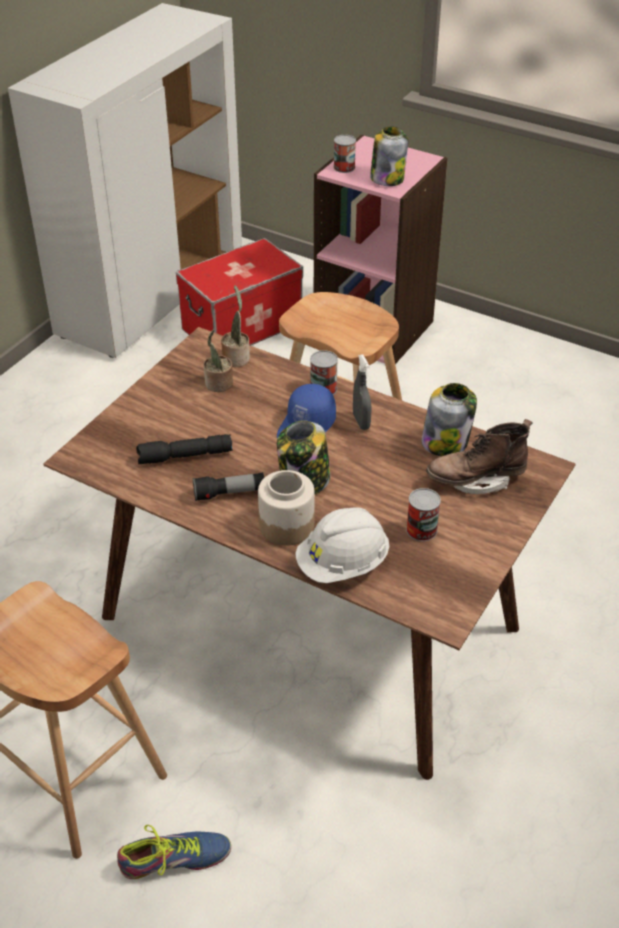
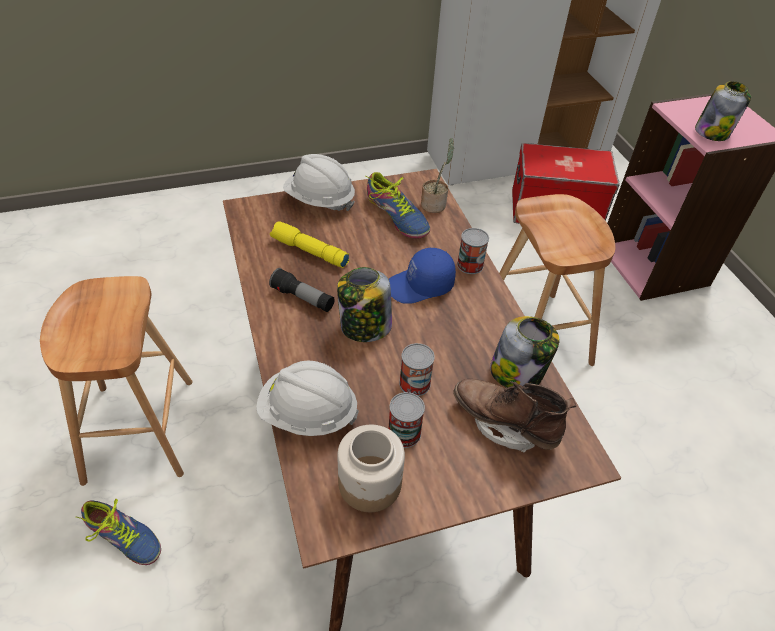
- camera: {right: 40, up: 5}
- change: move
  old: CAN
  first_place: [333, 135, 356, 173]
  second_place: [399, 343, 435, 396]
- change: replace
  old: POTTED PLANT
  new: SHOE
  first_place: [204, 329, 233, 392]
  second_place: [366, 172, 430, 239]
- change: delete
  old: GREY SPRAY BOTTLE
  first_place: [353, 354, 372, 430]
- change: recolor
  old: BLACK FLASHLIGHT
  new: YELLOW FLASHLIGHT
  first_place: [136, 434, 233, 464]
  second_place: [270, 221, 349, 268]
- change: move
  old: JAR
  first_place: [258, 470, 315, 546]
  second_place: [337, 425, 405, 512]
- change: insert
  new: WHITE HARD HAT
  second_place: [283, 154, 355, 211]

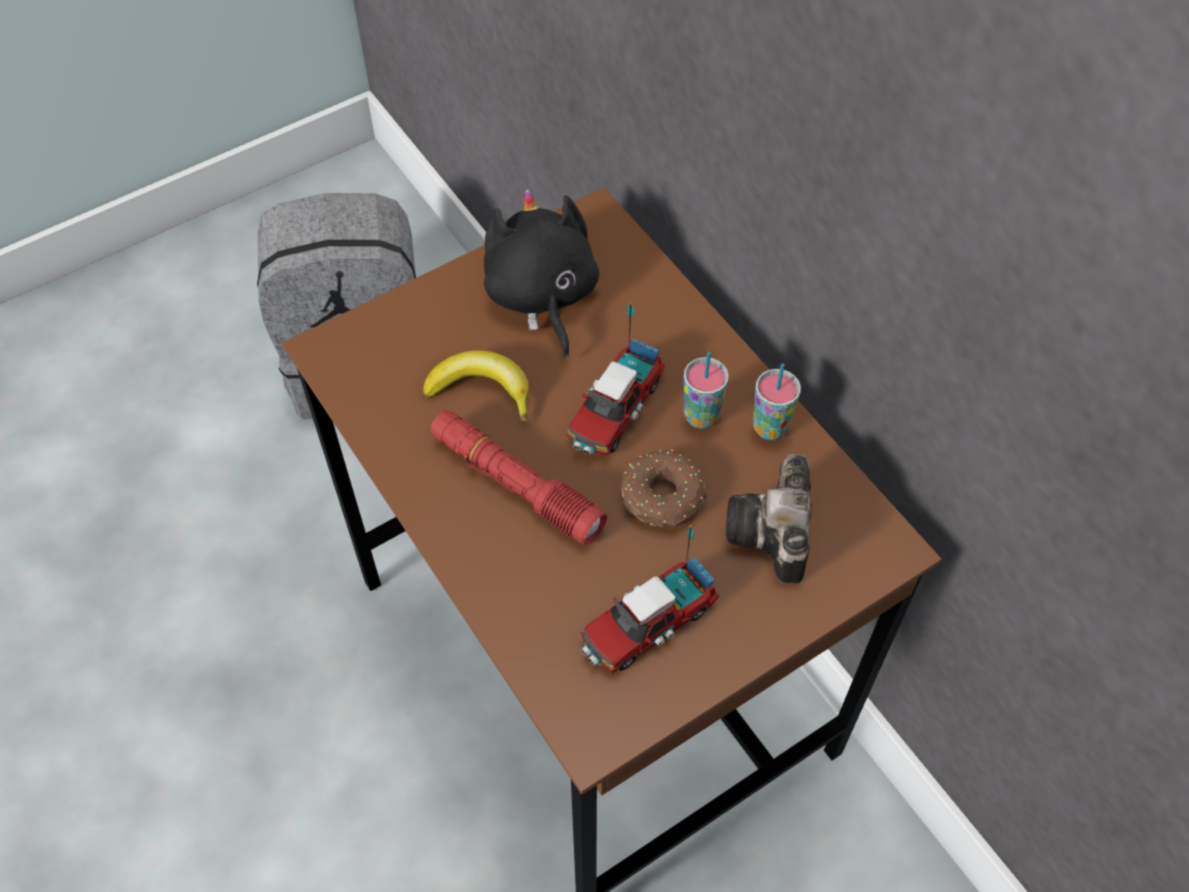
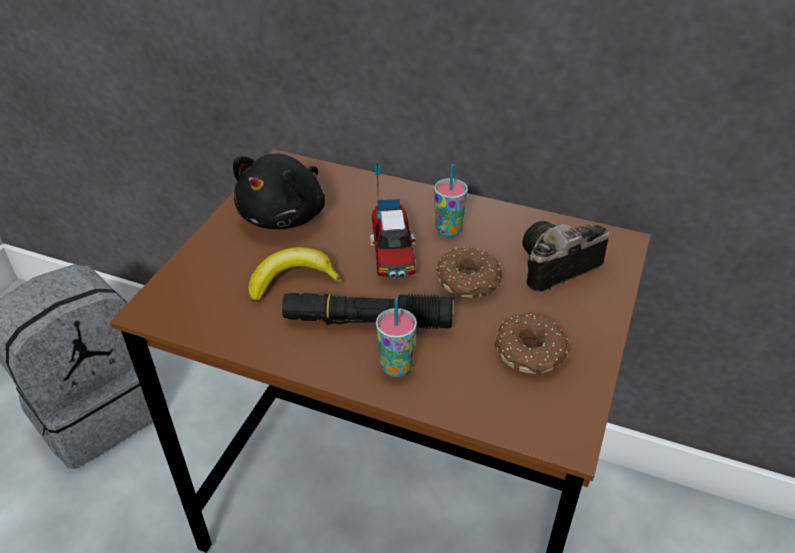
- camera: {right: -35, up: -15}
- change: rotate
  old: BLACK PLUSH TOY
  first_place: [484, 189, 599, 359]
  second_place: [233, 154, 325, 229]
  degrees: -105
- change: move
  old: CUP
  first_place: [753, 363, 801, 440]
  second_place: [376, 297, 417, 377]
- change: recolor
  old: RED FLASHLIGHT
  new: BLACK FLASHLIGHT
  first_place: [430, 410, 607, 545]
  second_place: [282, 293, 453, 329]
- change: rotate
  old: PHOTO CAMERA
  first_place: [726, 454, 812, 584]
  second_place: [523, 221, 610, 292]
  degrees: 90
- change: replace
  old: TOY TRUCK
  new: DONUT
  first_place: [581, 525, 719, 673]
  second_place: [494, 314, 572, 375]

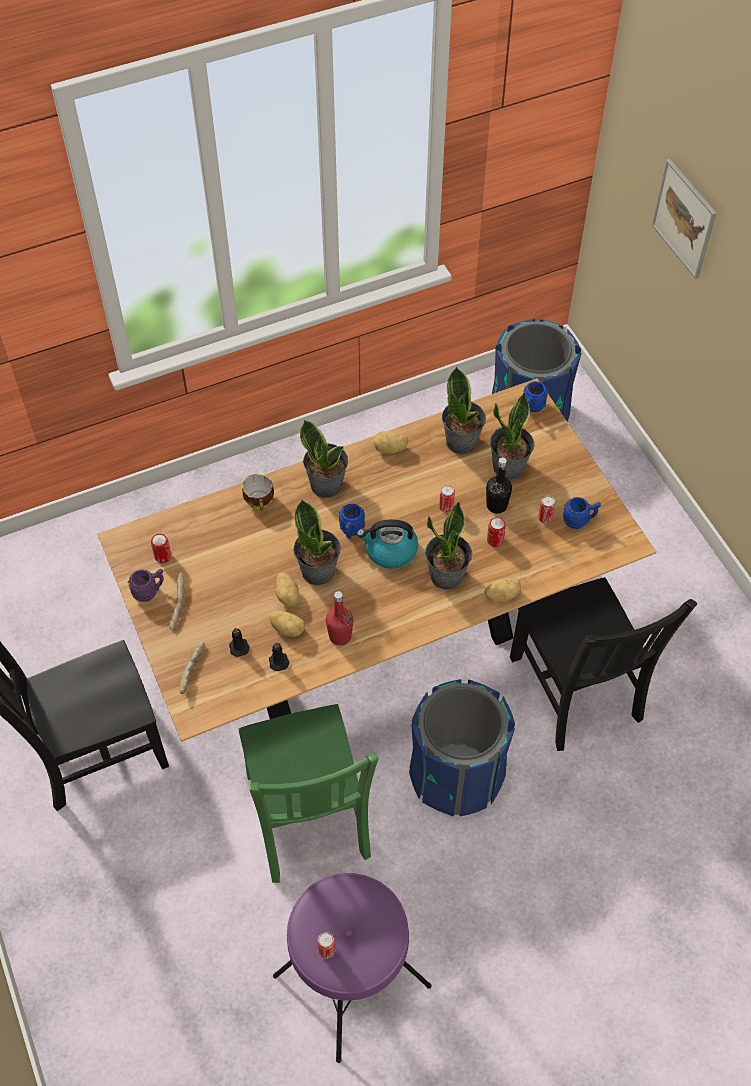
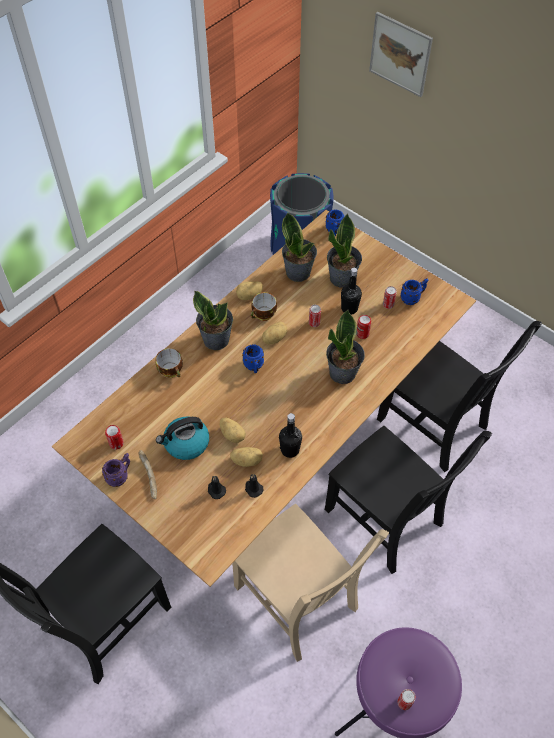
- camera: {right: -25, up: 0}
- change: delete
  old: POTTED PLANT
  first_place: [293, 500, 341, 585]
- change: move
  old: KETTLE
  first_place: [357, 519, 418, 569]
  second_place: [156, 417, 209, 460]
- change: move
  old: POTATO
  first_place: [484, 577, 521, 602]
  second_place: [262, 322, 287, 344]
- change: recolor
  old: RED BOTTLE
  new: BLACK BOTTLE
  first_place: [326, 591, 353, 645]
  second_place: [279, 413, 302, 458]
- change: delete
  old: BREAD
  first_place: [179, 642, 205, 694]
- change: replace
  old: BLUE TRASH CAN
  new: BLACK CHAIR
  first_place: [409, 679, 515, 816]
  second_place: [325, 426, 492, 574]
- change: recolor
  old: GREEN CHAIR
  new: BEIGE CHAIR
  first_place: [238, 704, 379, 883]
  second_place: [232, 504, 389, 662]
- change: insert
  new: CUP
  second_place: [250, 292, 277, 321]

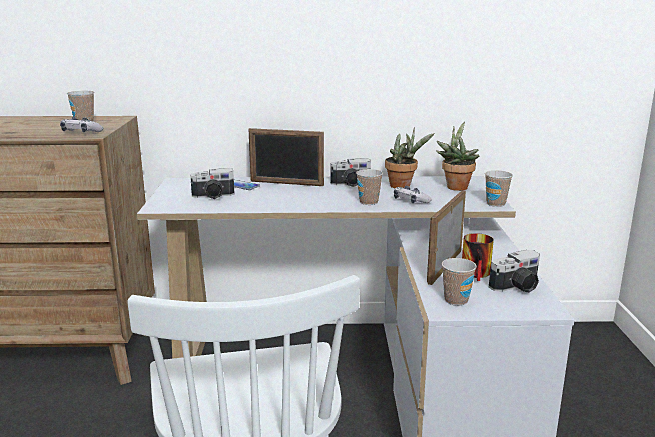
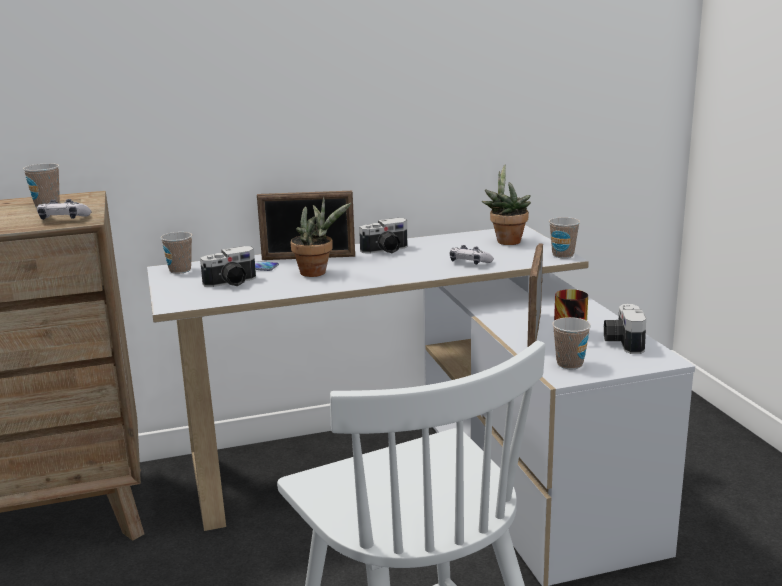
- camera: {right: -15, up: 0}
- change: move
  old: POTTED PLANT
  first_place: [385, 127, 435, 188]
  second_place: [291, 197, 351, 277]
- change: move
  old: CUP
  first_place: [356, 169, 383, 205]
  second_place: [160, 232, 192, 274]
- change: rotate
  old: PHOTO CAMERA
  first_place: [489, 250, 540, 293]
  second_place: [604, 304, 646, 354]
  degrees: 135

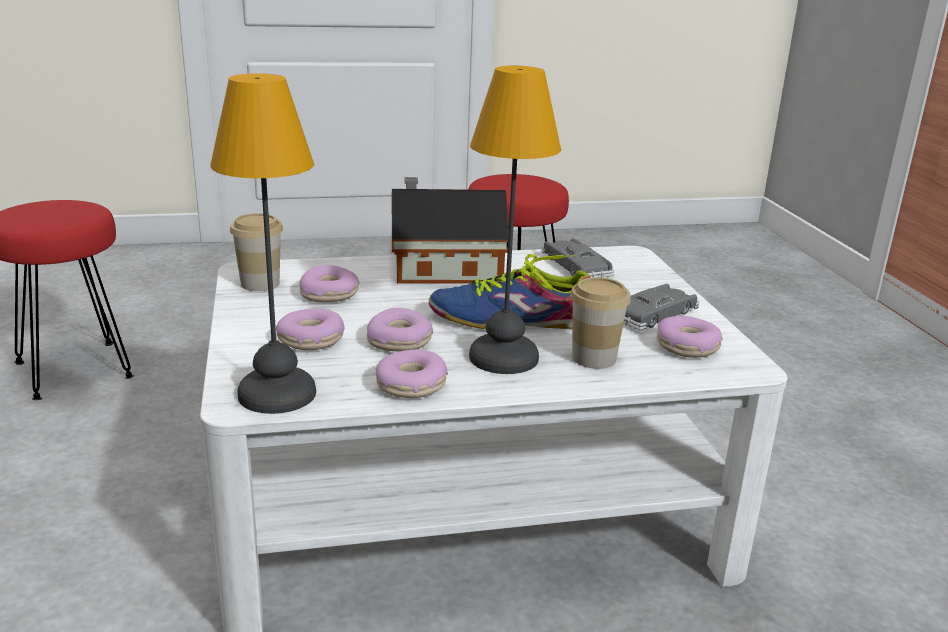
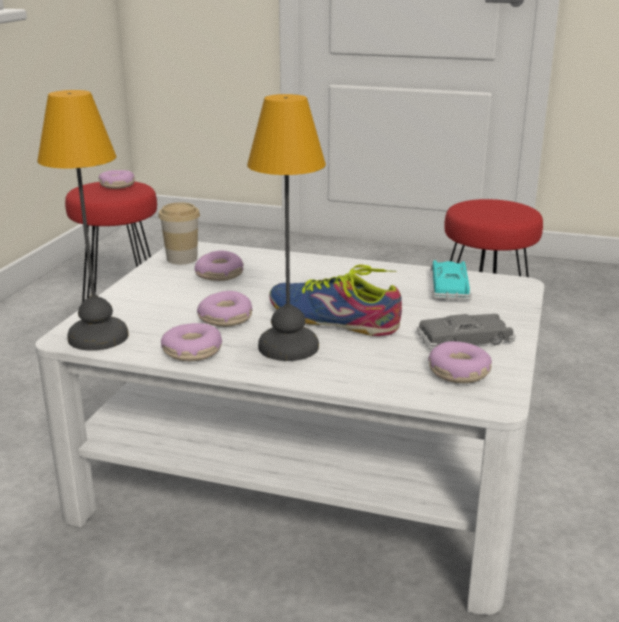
- camera: {right: 30, up: 0}
- change: delete
  old: TOY HOUSE
  first_place: [392, 177, 509, 284]
- change: recolor
  old: GREY TOY CAR
  new: TURQUOISE TOY CAR
  first_place: [541, 238, 615, 278]
  second_place: [430, 260, 472, 300]
- change: delete
  old: CUP
  first_place: [570, 277, 631, 369]
- change: move
  old: DONUT
  first_place: [276, 309, 345, 350]
  second_place: [98, 170, 135, 189]

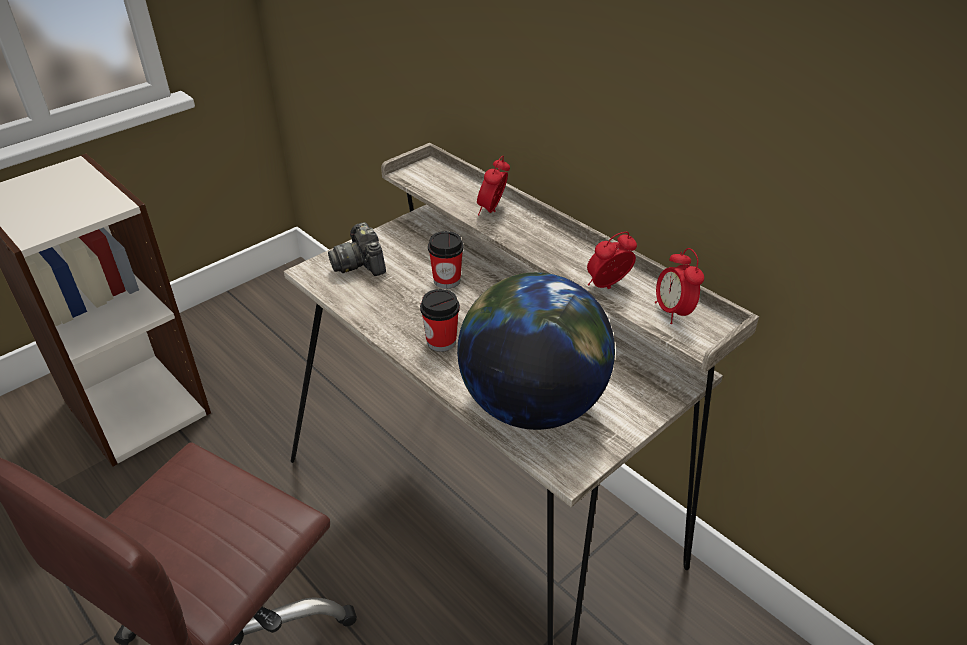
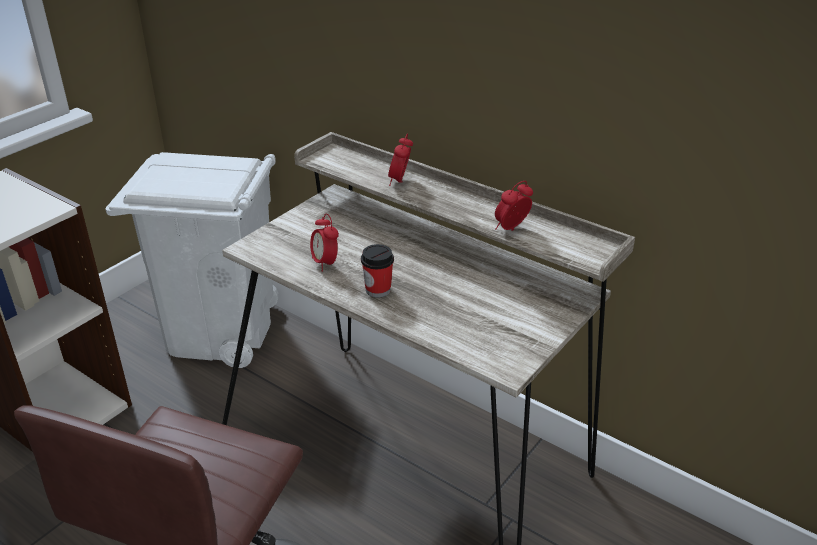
- camera: {right: -10, up: -5}
- change: delete
  old: PHOTO CAMERA
  first_place: [328, 222, 386, 276]
- change: delete
  old: CUP
  first_place: [428, 231, 464, 289]
- change: move
  old: ALARM CLOCK
  first_place: [655, 248, 704, 324]
  second_place: [310, 214, 339, 272]
- change: delete
  old: GLOBE
  first_place: [457, 272, 615, 430]
- change: insert
  new: WHITE TRASH CAN
  second_place: [106, 152, 279, 368]

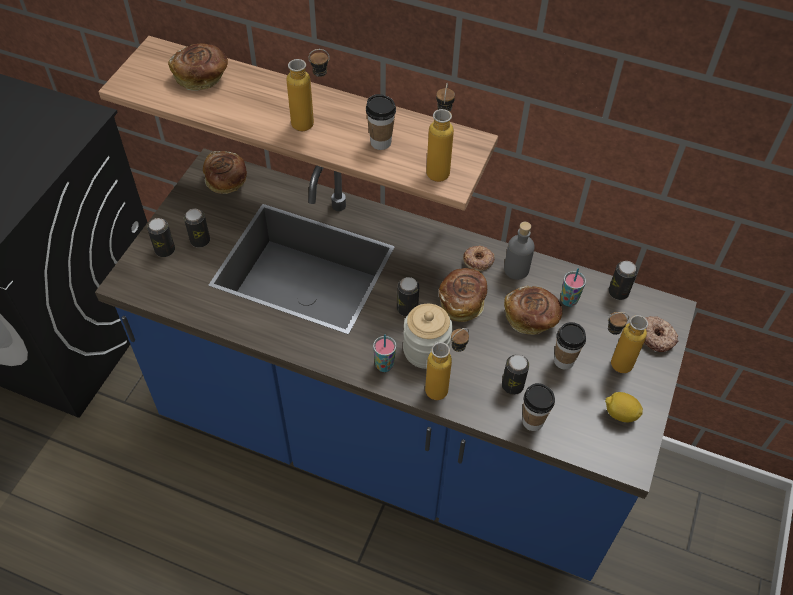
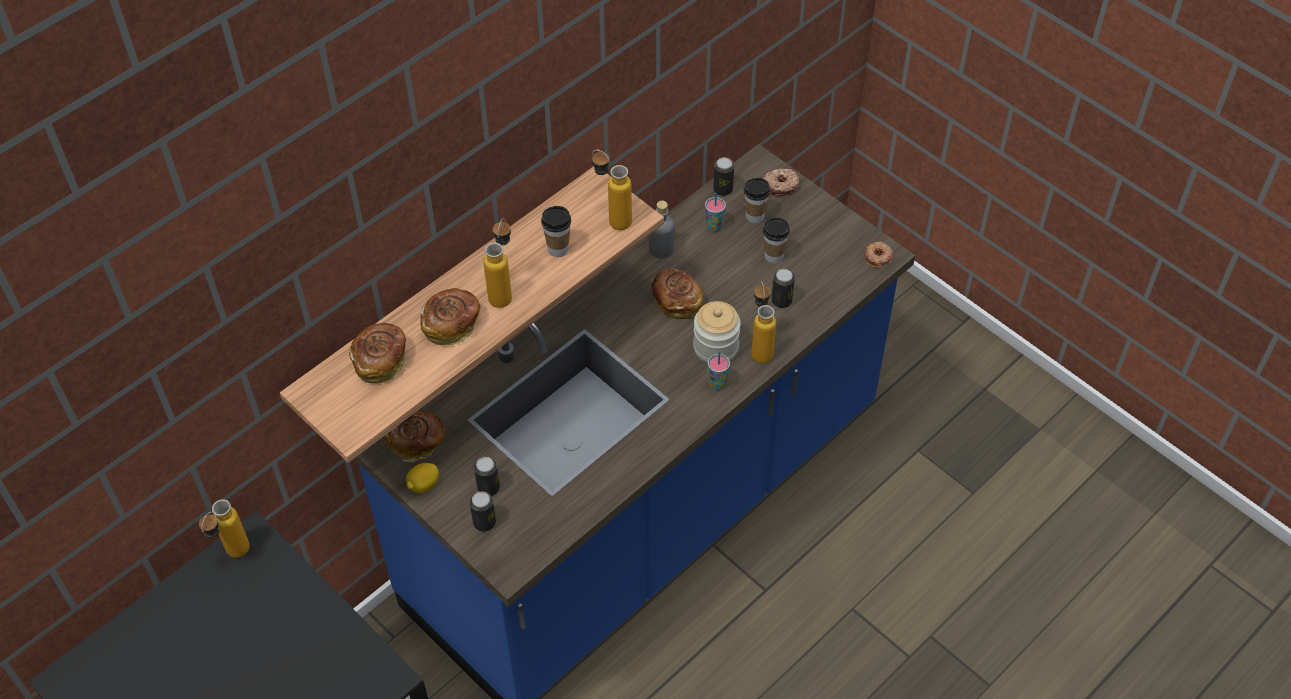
- camera: {right: -65, up: 0}
- change: move
  old: DONUT
  first_place: [463, 246, 495, 271]
  second_place: [864, 242, 893, 268]
- change: delete
  old: CAN
  first_place: [397, 277, 419, 317]
- change: move
  old: BREAD
  first_place: [504, 286, 562, 335]
  second_place: [420, 288, 481, 345]
- change: move
  old: BOTTLE
  first_place: [608, 312, 648, 373]
  second_place: [199, 499, 250, 558]
- change: move
  old: CUP
  first_place: [522, 383, 555, 431]
  second_place: [744, 177, 770, 223]
- change: move
  old: LEMON
  first_place: [605, 392, 643, 422]
  second_place: [406, 463, 439, 493]

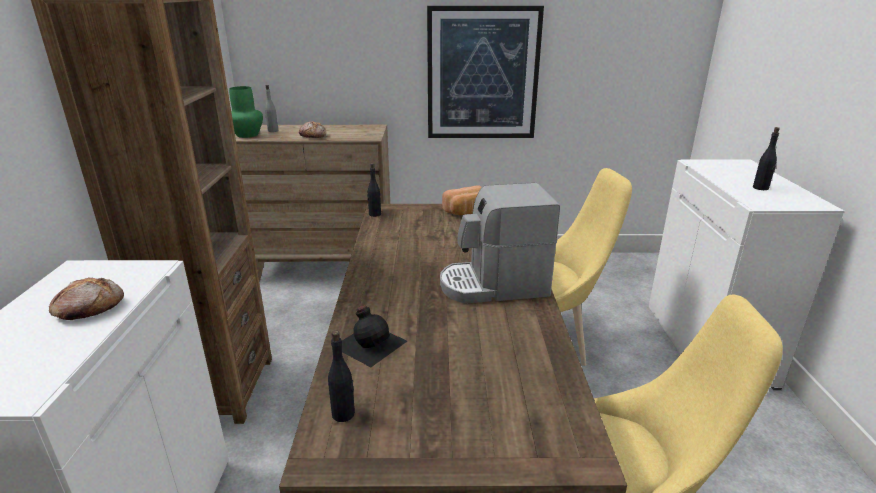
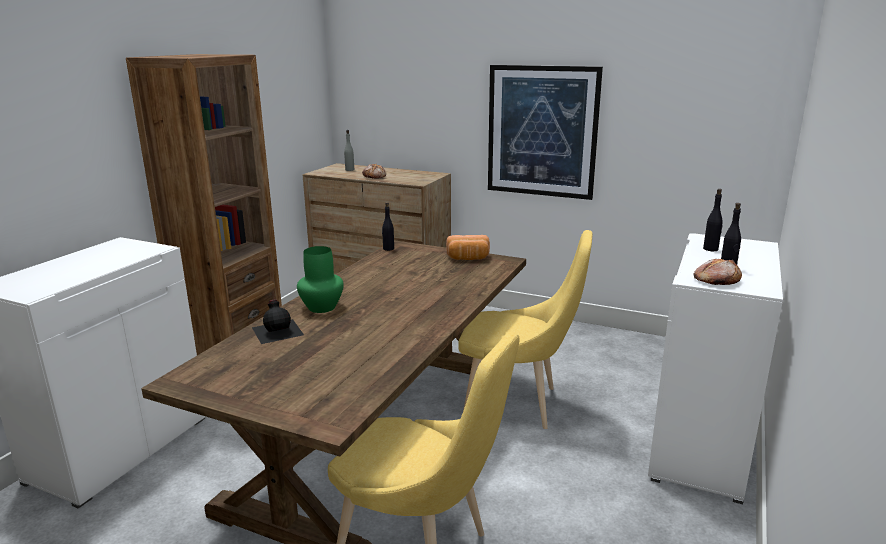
- camera: {right: 25, up: -5}
- change: move
  old: GREEN VASE
  first_place: [229, 86, 263, 138]
  second_place: [297, 246, 344, 313]
- change: delete
  old: COFFEE MACHINE
  first_place: [440, 182, 560, 304]
- change: move
  old: BREAD
  first_place: [49, 277, 124, 320]
  second_place: [693, 259, 742, 285]
- change: move
  old: BLACK BOTTLE
  first_place: [328, 330, 355, 422]
  second_place: [703, 189, 723, 251]

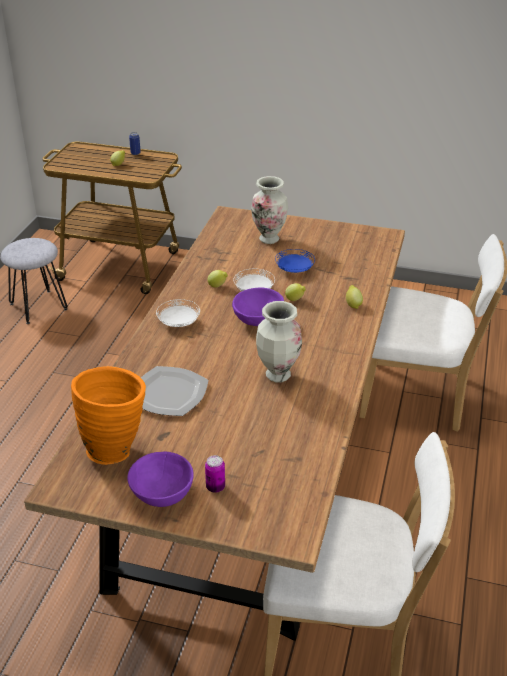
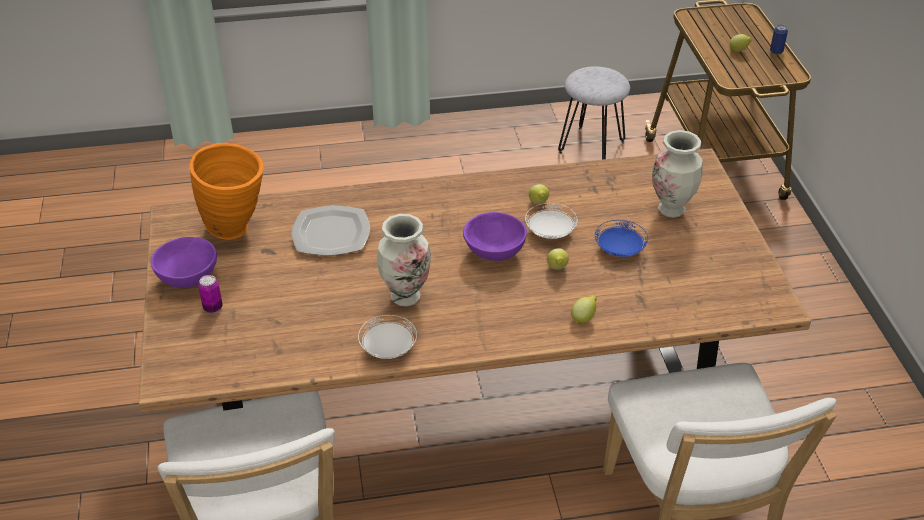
- camera: {right: 65, up: 5}
- change: move
  old: WHITE PLATE
  first_place: [156, 299, 200, 327]
  second_place: [358, 315, 417, 359]

